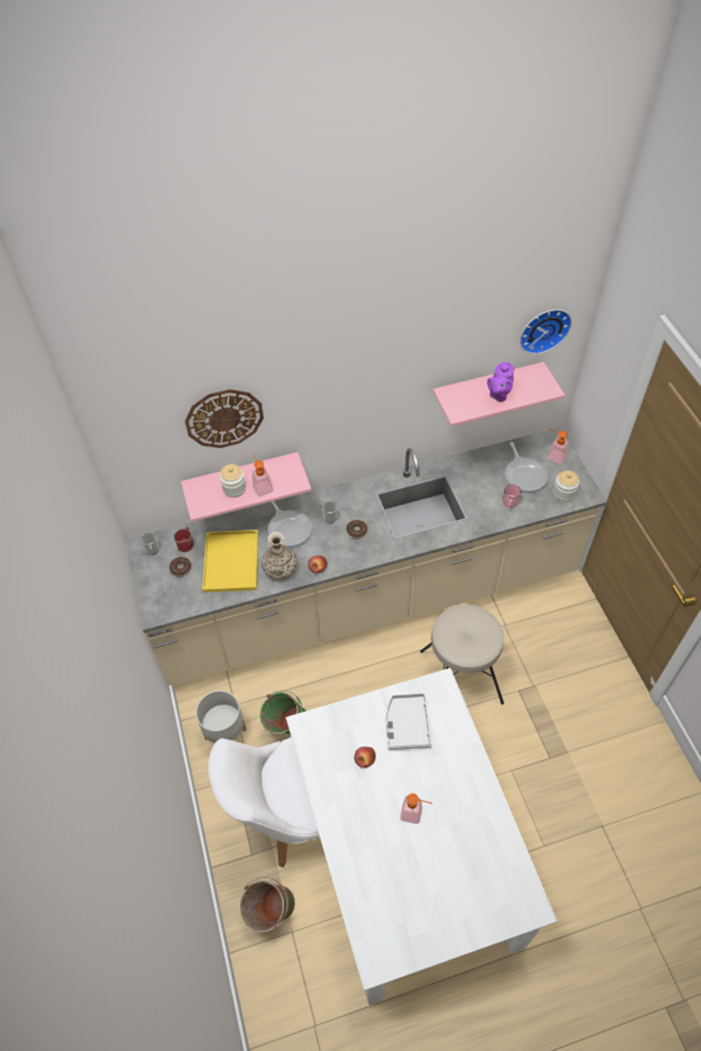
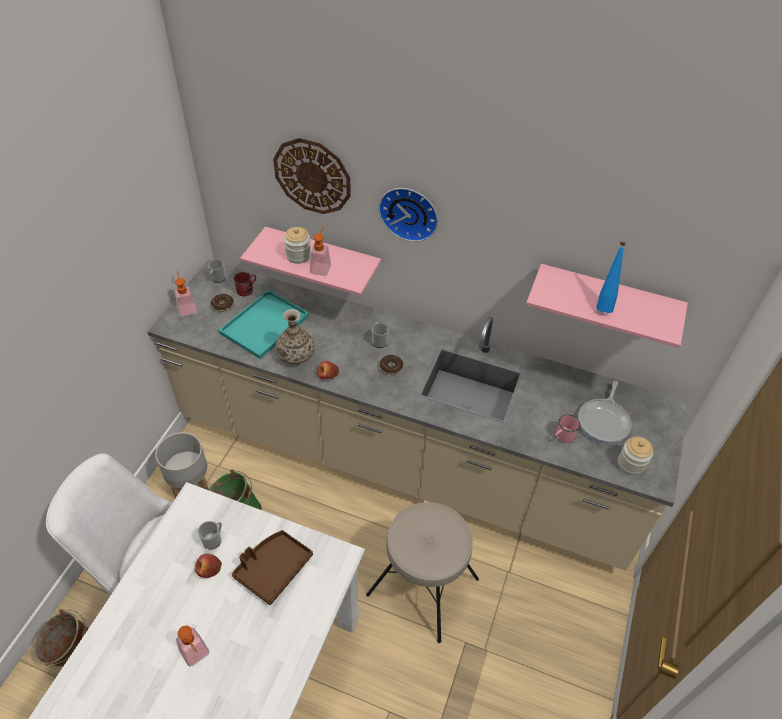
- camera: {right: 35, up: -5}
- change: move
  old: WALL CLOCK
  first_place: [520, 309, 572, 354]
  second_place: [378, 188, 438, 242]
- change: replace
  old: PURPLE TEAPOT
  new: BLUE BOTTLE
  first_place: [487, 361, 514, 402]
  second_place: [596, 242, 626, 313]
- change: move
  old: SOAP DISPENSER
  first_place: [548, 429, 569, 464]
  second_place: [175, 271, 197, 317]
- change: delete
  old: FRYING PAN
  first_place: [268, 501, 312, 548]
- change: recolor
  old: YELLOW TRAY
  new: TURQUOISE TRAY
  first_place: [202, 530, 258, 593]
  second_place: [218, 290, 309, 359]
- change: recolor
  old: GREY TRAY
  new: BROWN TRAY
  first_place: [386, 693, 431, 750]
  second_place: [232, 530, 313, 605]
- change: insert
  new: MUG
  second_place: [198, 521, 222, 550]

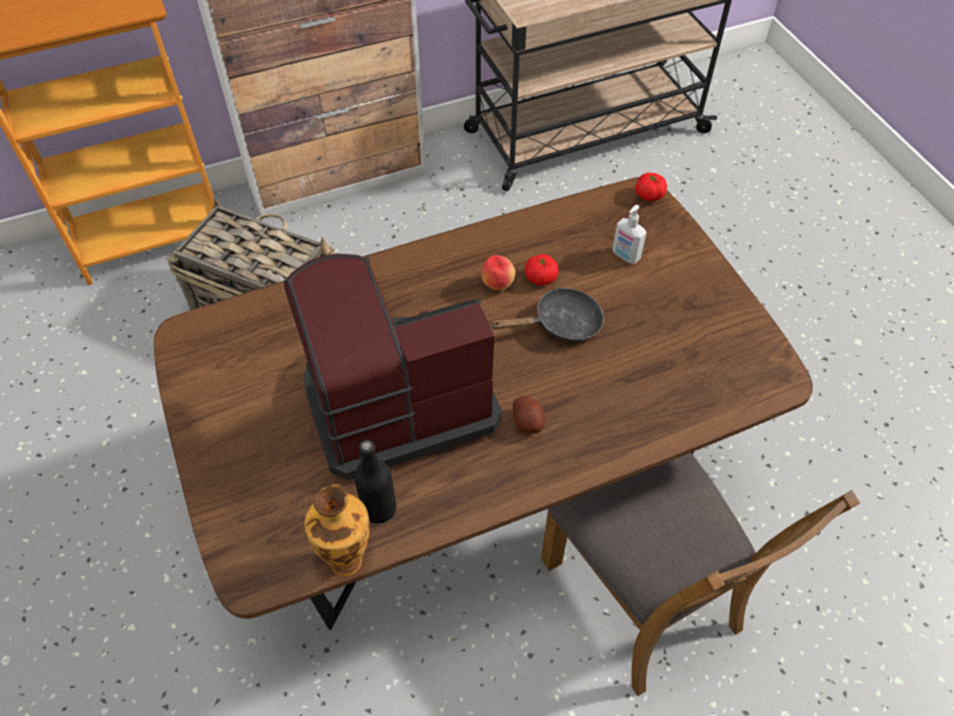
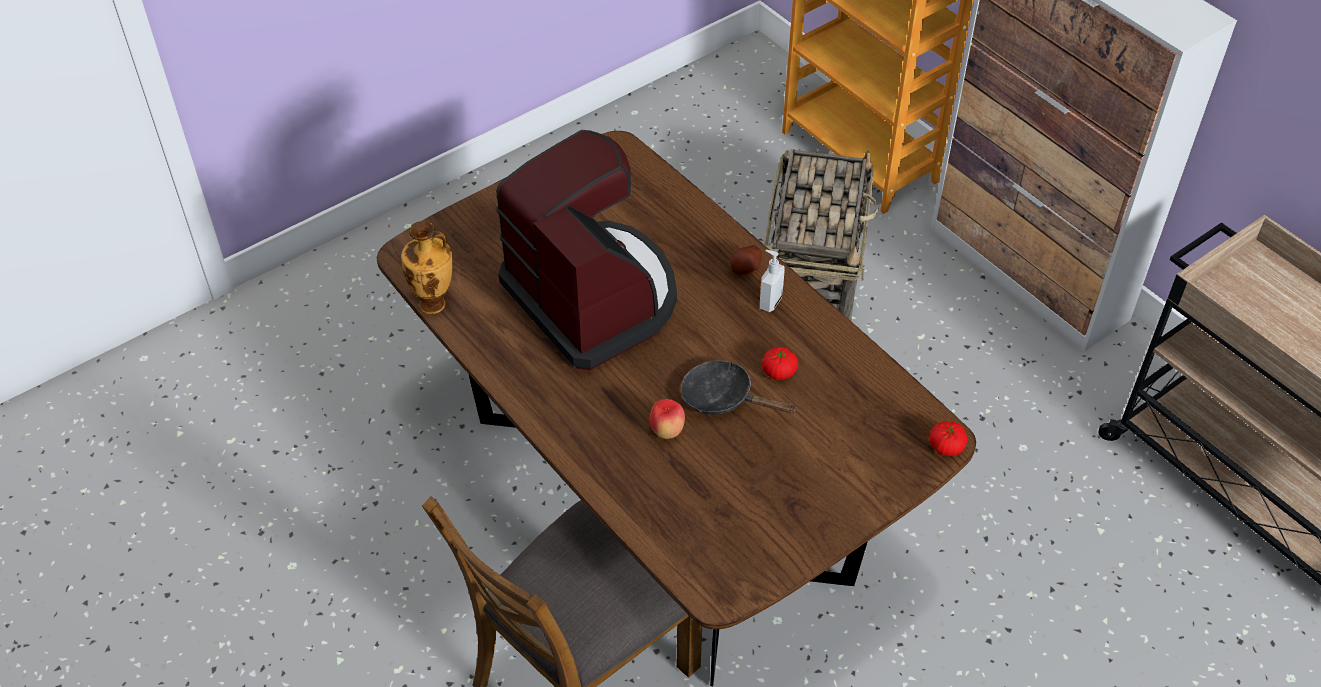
- camera: {right: 75, up: -5}
- change: move
  old: SOAP DISPENSER
  first_place: [612, 205, 647, 264]
  second_place: [760, 250, 785, 312]
- change: move
  old: APPLE
  first_place: [481, 255, 515, 290]
  second_place: [649, 399, 685, 439]
- change: rotate
  old: BLACK FRYING PAN
  first_place: [490, 287, 604, 342]
  second_place: [681, 360, 797, 415]
  degrees: 150
- change: move
  old: POTATO
  first_place: [513, 396, 545, 433]
  second_place: [730, 245, 762, 275]
- change: delete
  old: BLACK BOTTLE
  first_place: [354, 440, 397, 524]

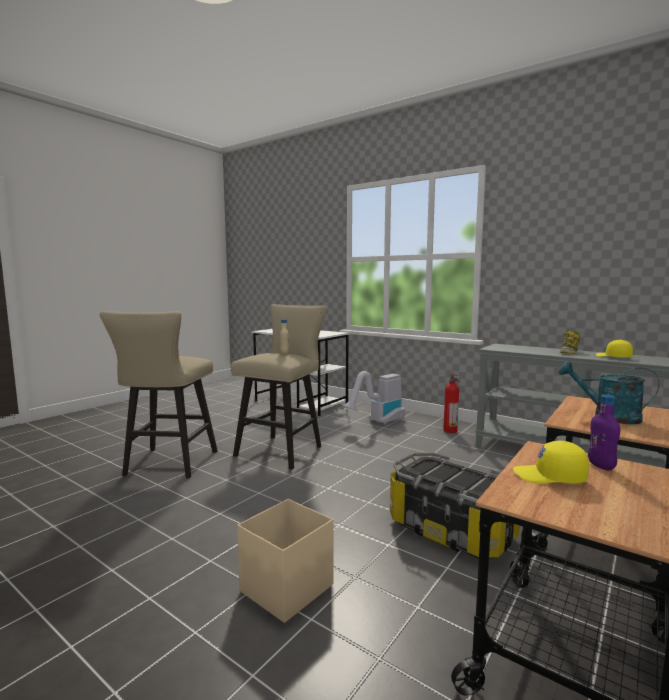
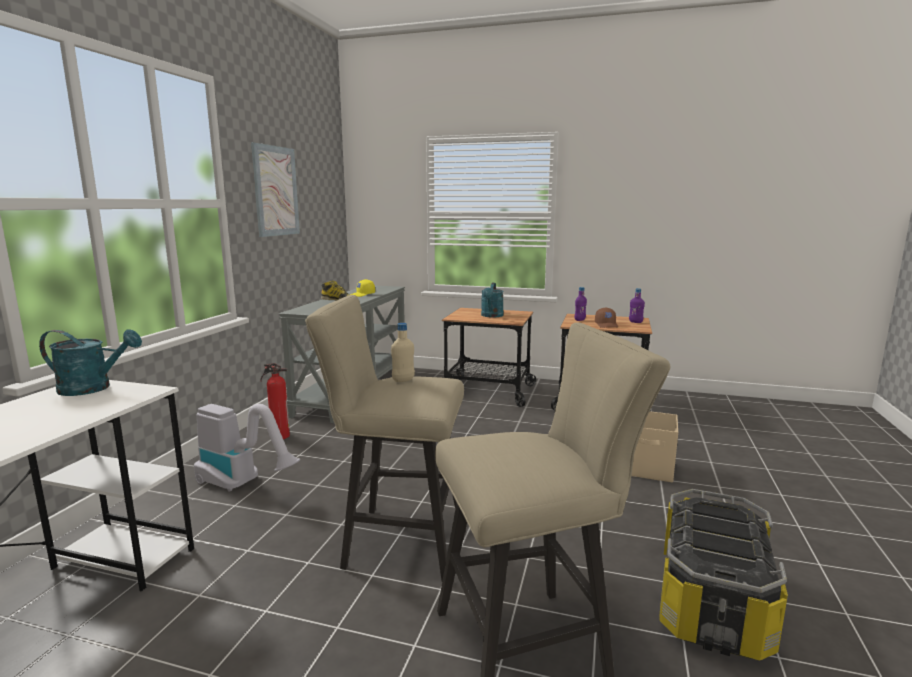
- camera: {right: -110, up: 5}
- change: recolor
  old: YELLOW CAP
  new: BROWN CAP
  first_place: [513, 441, 589, 484]
  second_place: [595, 307, 618, 328]
- change: move
  old: STORAGE BOX
  first_place: [390, 452, 520, 559]
  second_place: [659, 489, 788, 660]
- change: insert
  new: PICTURE
  second_place: [251, 142, 300, 237]
- change: insert
  new: PURPLE BOTTLE
  second_place: [629, 288, 645, 323]
- change: insert
  new: TURQUOISE WATERING CAN
  second_place: [39, 329, 142, 396]

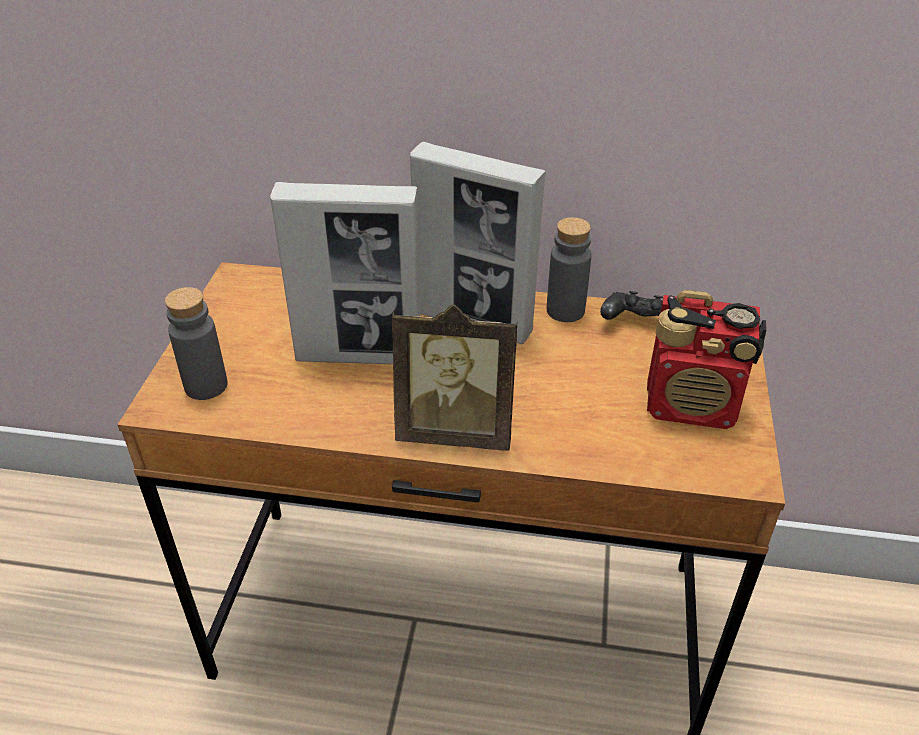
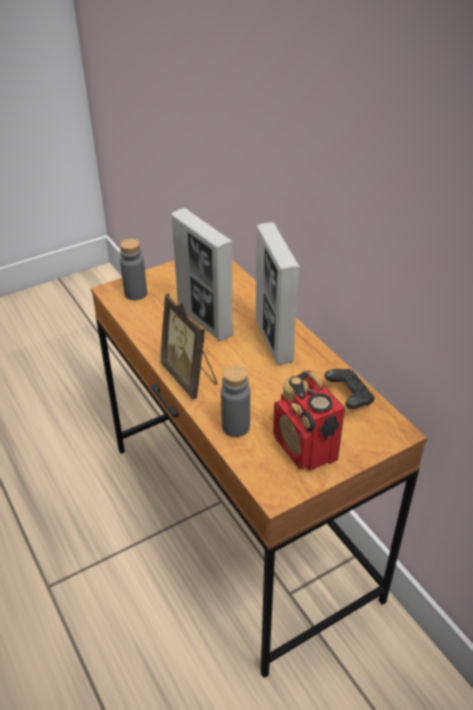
- camera: {right: 50, up: 0}
- change: move
  old: GREY BOTTLE
  first_place: [547, 217, 591, 322]
  second_place: [221, 365, 250, 437]

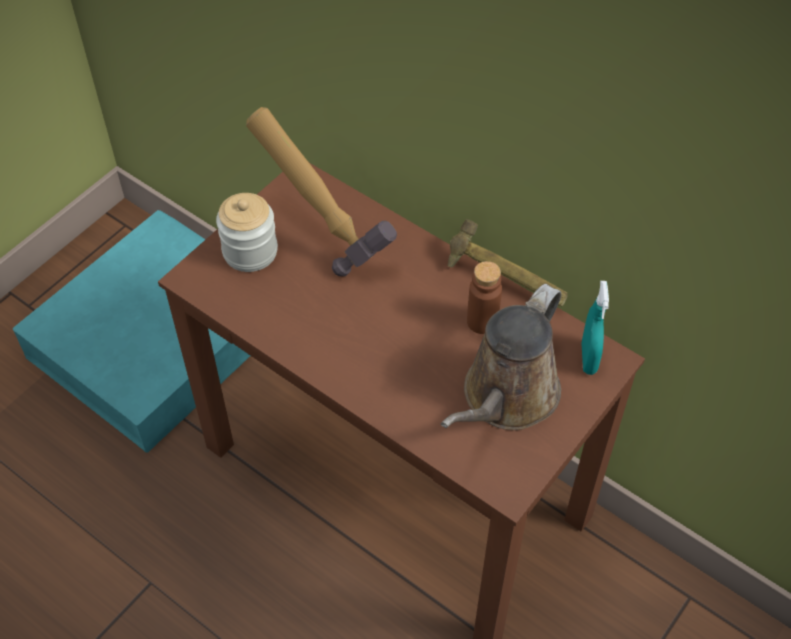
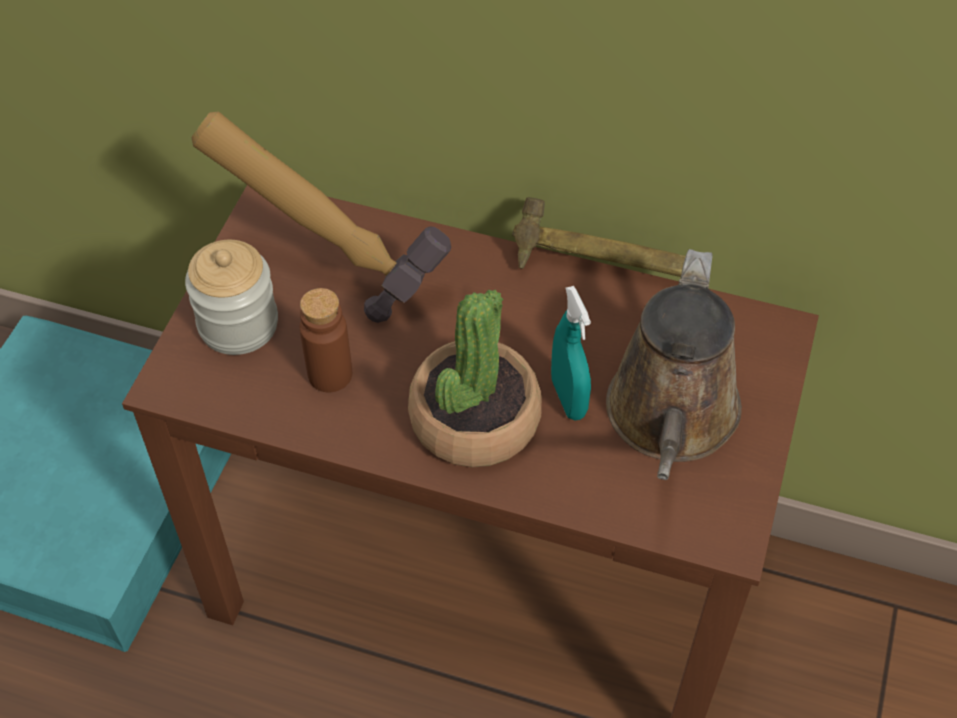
- camera: {right: -20, up: 0}
- change: move
  old: BROWN BOTTLE
  first_place: [467, 261, 502, 334]
  second_place: [300, 288, 352, 393]
- change: move
  old: TURQUOISE SPRAY BOTTLE
  first_place: [582, 281, 609, 375]
  second_place: [551, 286, 591, 420]
- change: insert
  new: POTTED PLANT
  second_place: [408, 289, 542, 467]

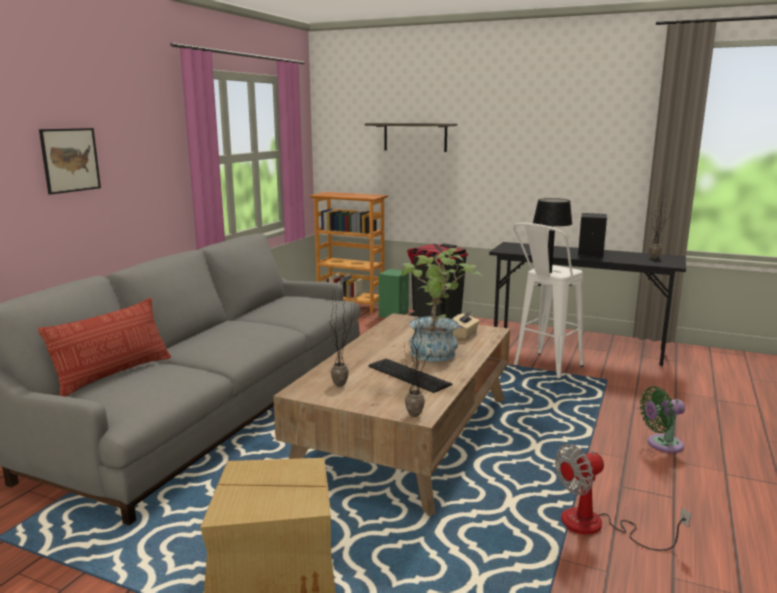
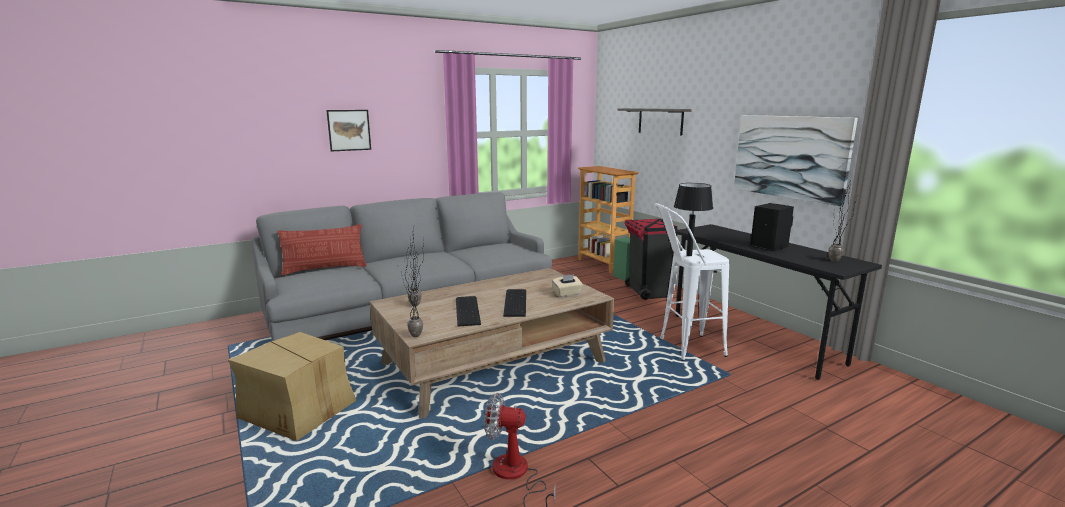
- camera: {right: 35, up: 0}
- change: replace
  old: POTTED PLANT
  new: KEYBOARD
  first_place: [401, 248, 483, 362]
  second_place: [503, 289, 526, 317]
- change: delete
  old: GREEN FAN
  first_place: [640, 386, 685, 453]
- change: insert
  new: PICTURE
  second_place: [734, 115, 858, 206]

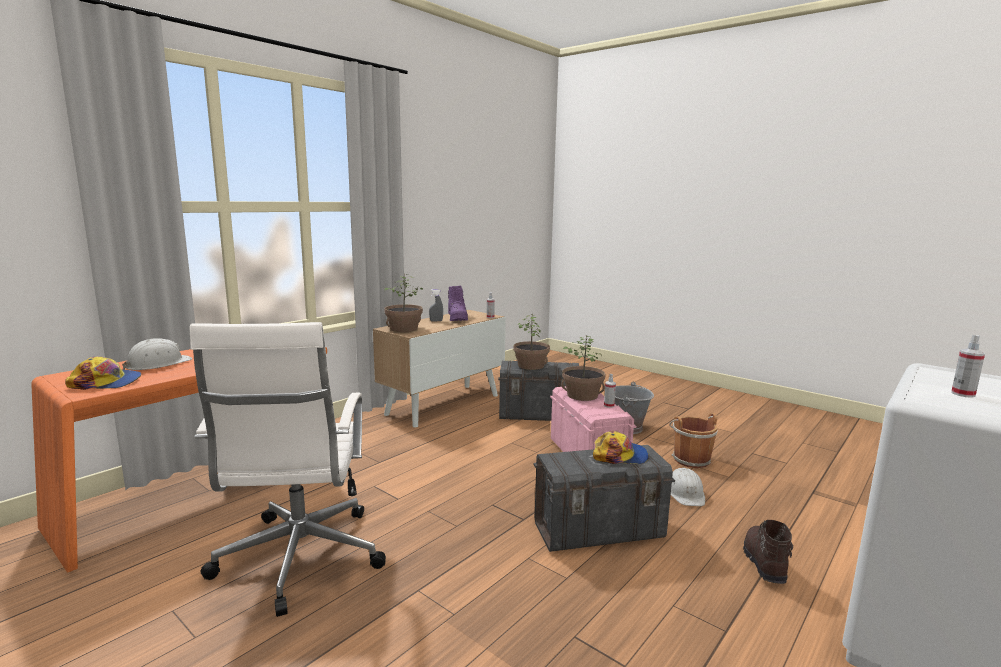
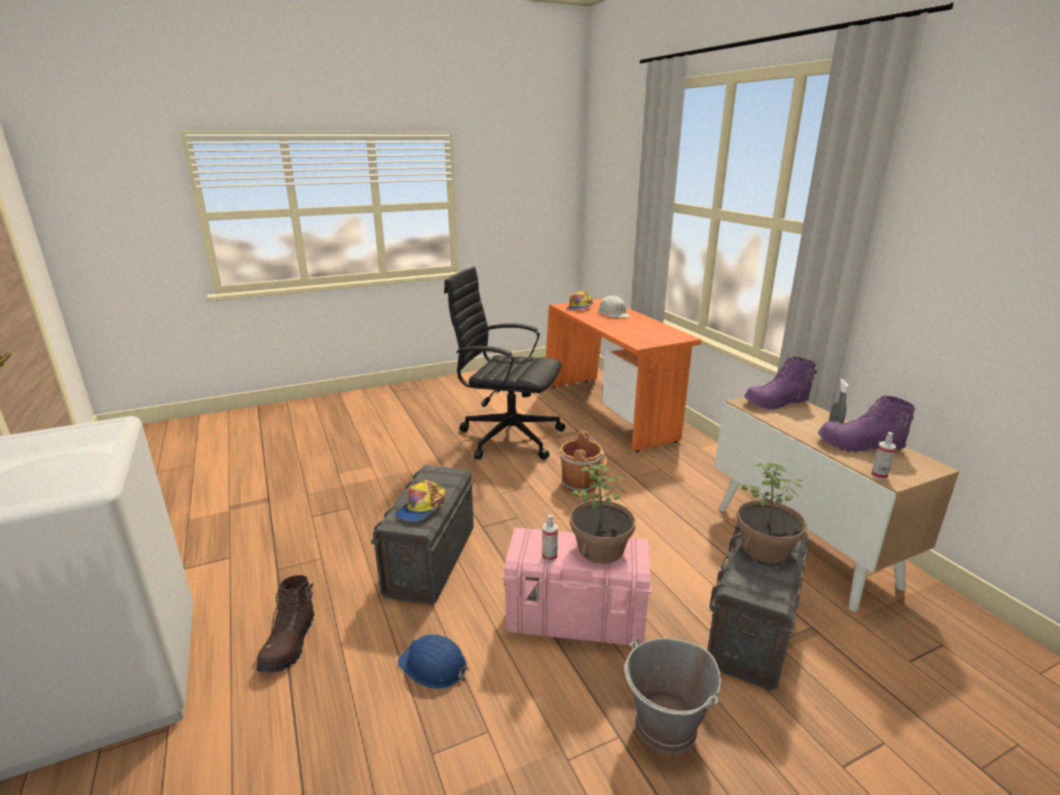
- camera: {right: 115, up: 10}
- change: replace
  old: POTTED PLANT
  new: PURPLE BOOT
  first_place: [384, 274, 423, 332]
  second_place: [744, 357, 817, 410]
- change: recolor
  old: WHITE OFFICE CHAIR
  new: BLACK OFFICE CHAIR
  first_place: [189, 322, 386, 617]
  second_place: [444, 266, 566, 460]
- change: delete
  old: SPRAY BOTTLE
  first_place: [951, 335, 985, 398]
- change: move
  old: BROWN BUCKET
  first_place: [669, 413, 718, 468]
  second_place: [560, 431, 607, 493]
- change: recolor
  old: WHITE HARD HAT
  new: BLUE HARD HAT
  first_place: [671, 468, 705, 506]
  second_place: [398, 635, 469, 689]
- change: rotate
  old: BROWN BOOT
  first_place: [743, 520, 793, 584]
  second_place: [257, 575, 314, 673]
  degrees: 60

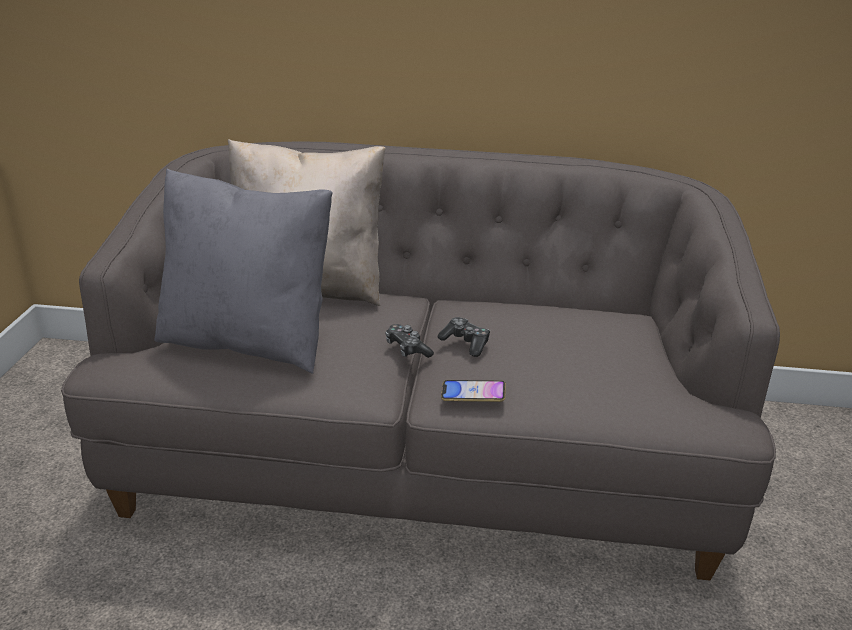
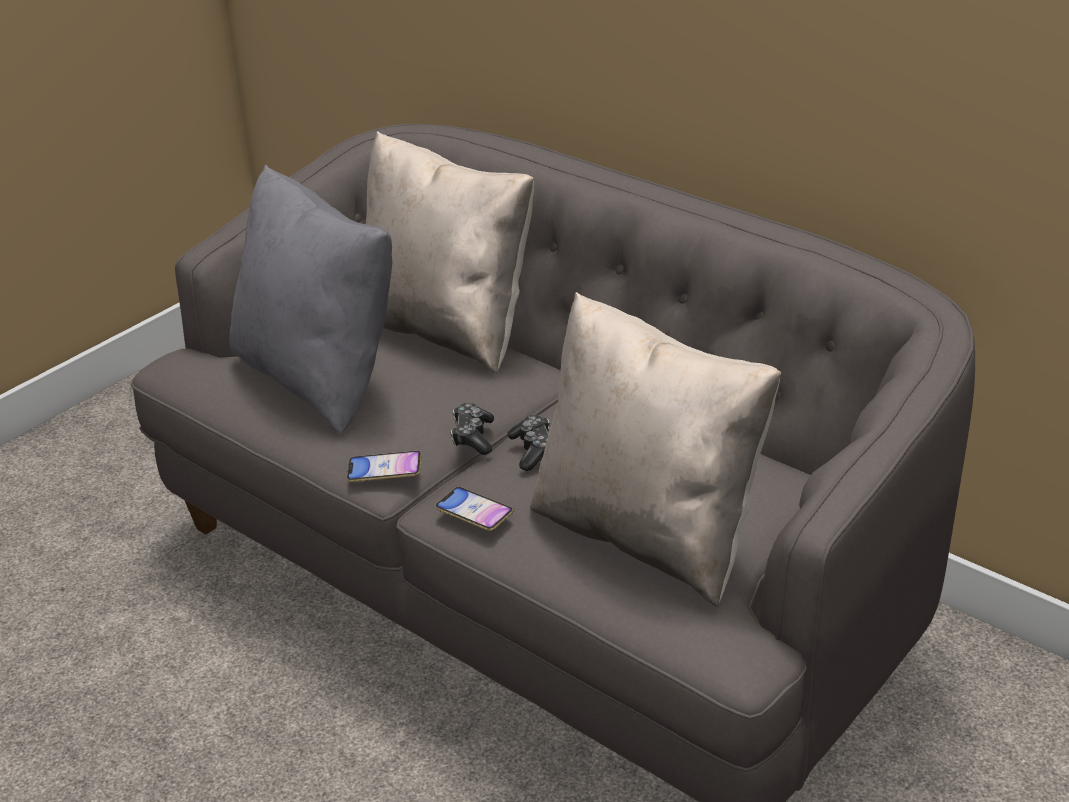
- camera: {right: 35, up: 5}
- change: insert
  new: BEIGE PILLOW
  second_place: [530, 292, 781, 607]
- change: insert
  new: PHONE
  second_place: [347, 451, 422, 482]

